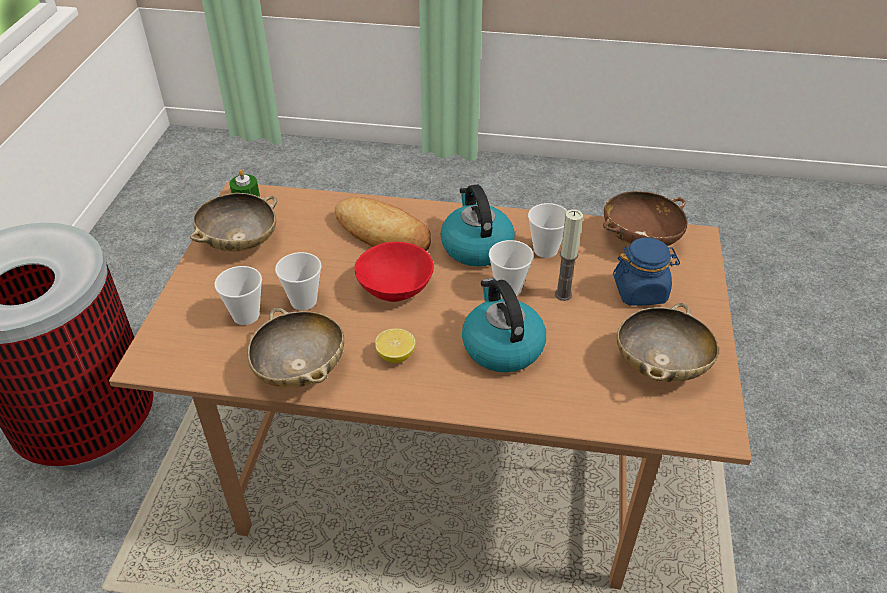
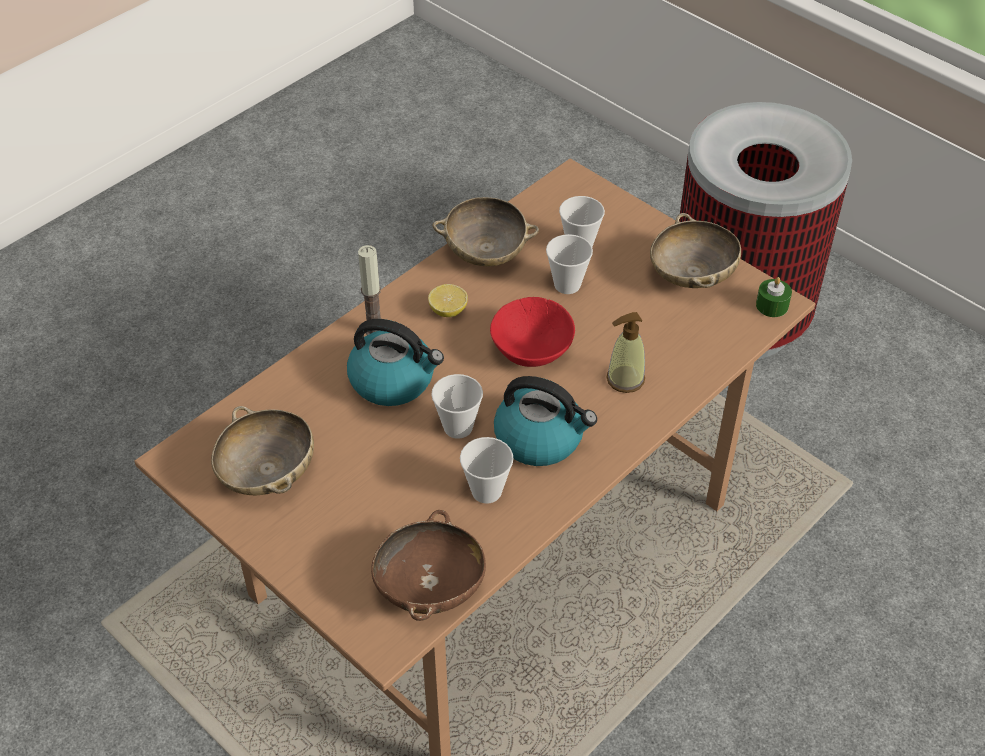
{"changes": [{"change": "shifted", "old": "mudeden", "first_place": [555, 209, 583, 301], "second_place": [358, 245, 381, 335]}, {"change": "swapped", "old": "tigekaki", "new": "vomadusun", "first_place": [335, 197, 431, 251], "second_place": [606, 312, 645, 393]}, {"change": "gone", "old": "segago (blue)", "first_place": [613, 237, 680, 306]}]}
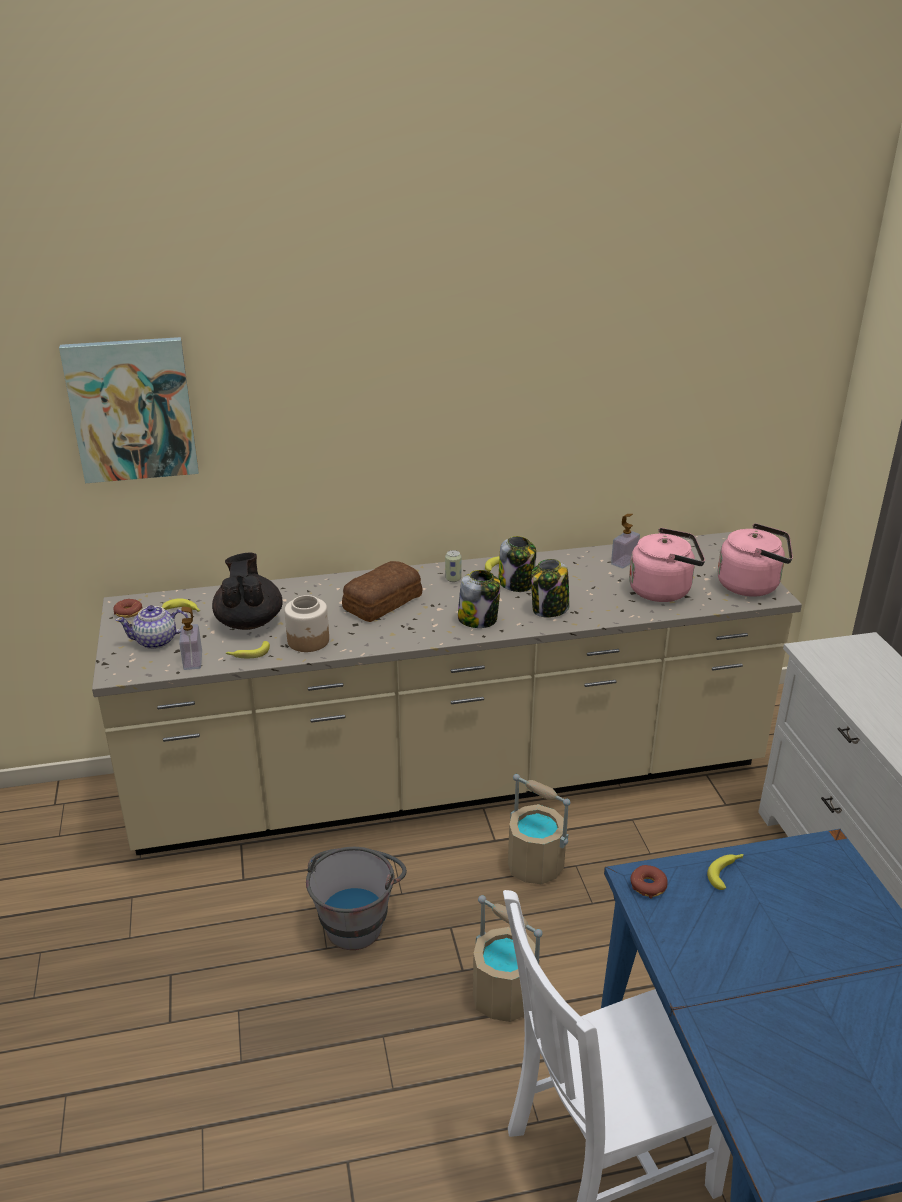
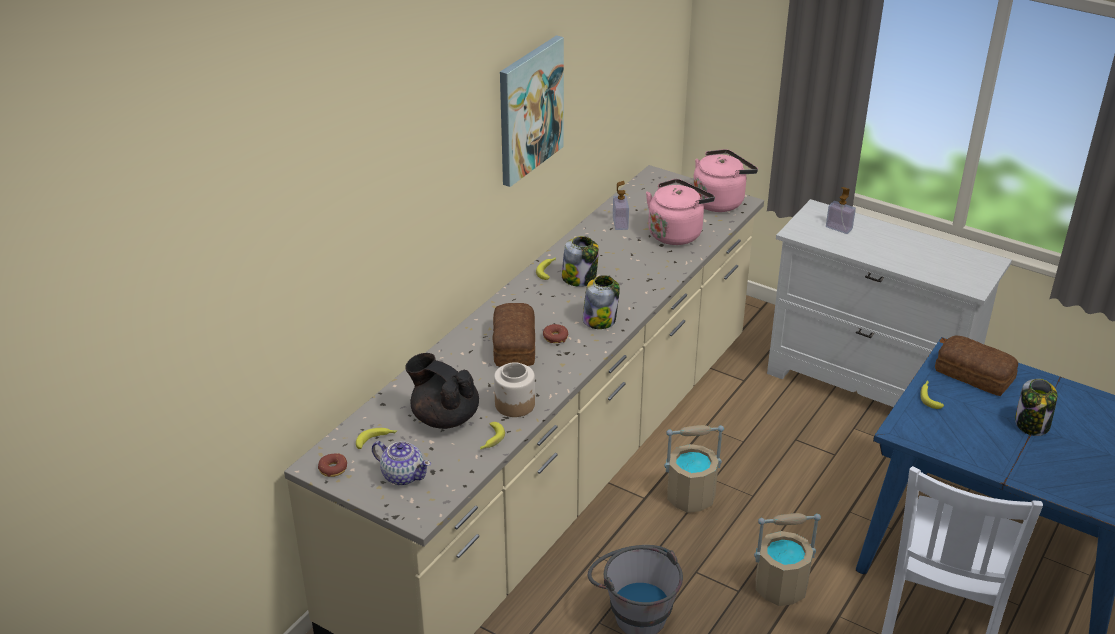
{"changes": [{"change": "rotated", "old": "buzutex", "first_place": [116, 605, 189, 649], "second_place": [372, 441, 431, 485], "degrees": -90}, {"change": "shifted", "old": "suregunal", "first_place": [59, 337, 199, 483], "second_place": [500, 35, 564, 187]}, {"change": "shifted", "old": "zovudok", "first_place": [630, 865, 668, 899], "second_place": [543, 324, 568, 343]}, {"change": "shifted", "old": "vomadusun", "first_place": [179, 606, 202, 670], "second_place": [826, 187, 856, 234]}, {"change": "new", "new": "tigekaki", "second_place": [935, 335, 1018, 396]}, {"change": "shifted", "old": "segago", "first_place": [531, 559, 569, 618], "second_place": [1015, 379, 1057, 436]}, {"change": "gone", "old": "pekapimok", "first_place": [445, 550, 462, 582]}]}
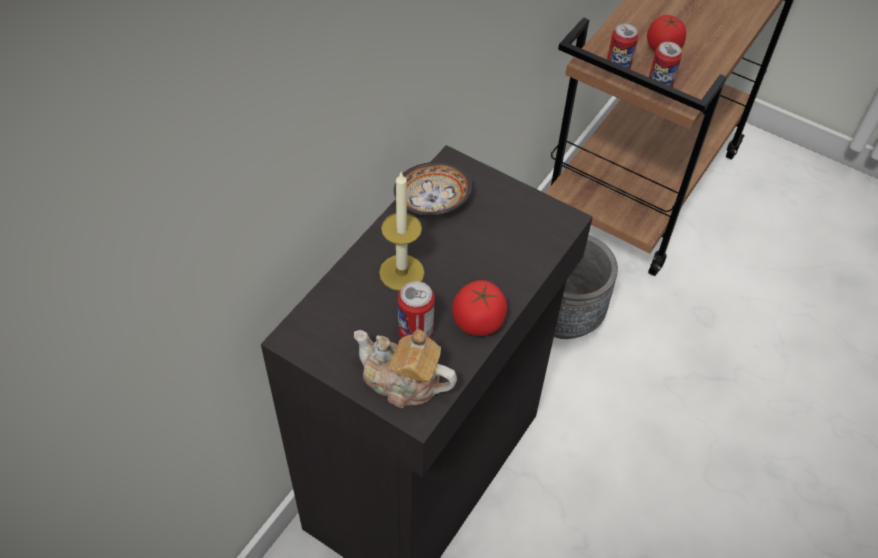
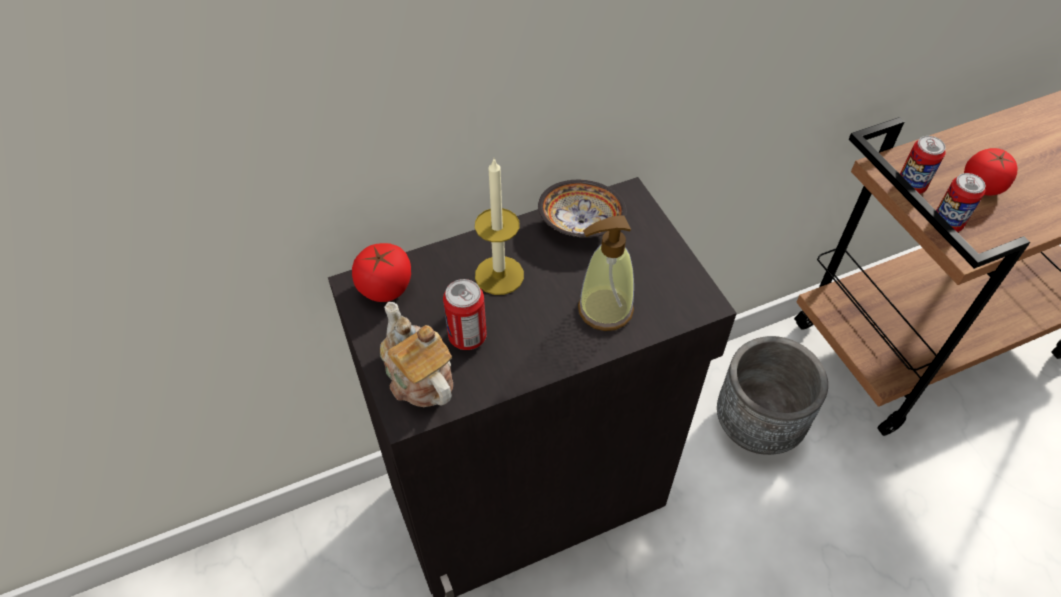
{"changes": [{"change": "shifted", "old": "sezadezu", "first_place": [452, 280, 507, 336], "second_place": [352, 243, 411, 302]}, {"change": "new", "new": "vomadusun", "second_place": [578, 215, 634, 331]}]}
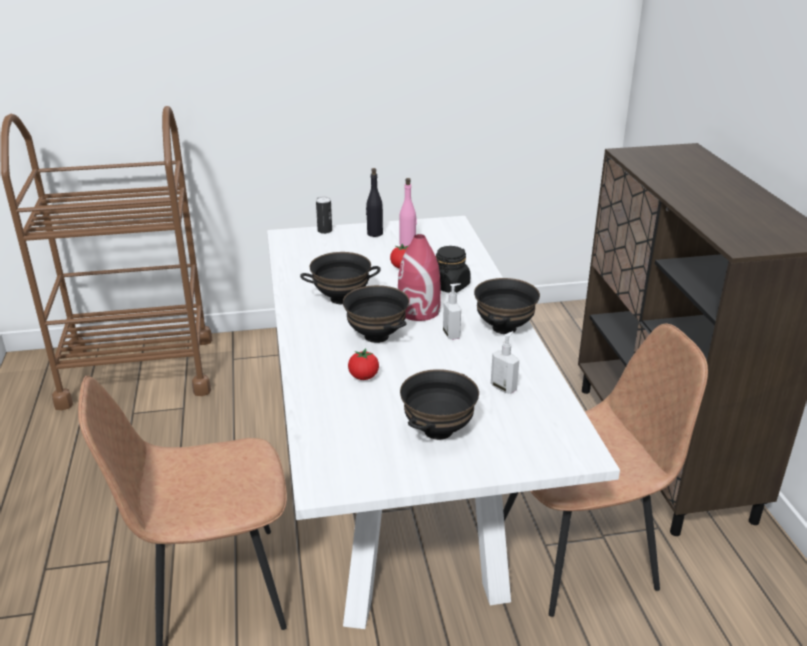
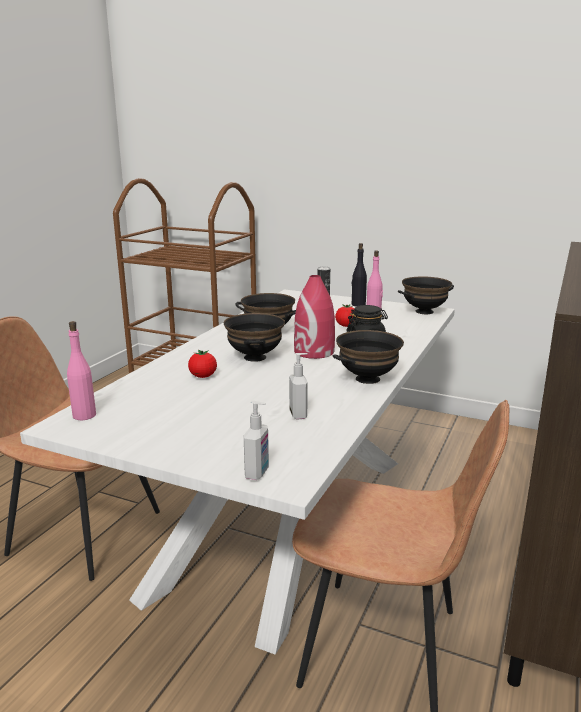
{"changes": [{"change": "new", "new": "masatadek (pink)", "second_place": [67, 321, 96, 420]}, {"change": "shifted", "old": "vomadusun", "first_place": [443, 283, 461, 340], "second_place": [244, 401, 269, 480]}, {"change": "shifted", "old": "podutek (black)", "first_place": [400, 369, 479, 440], "second_place": [398, 276, 454, 314]}]}
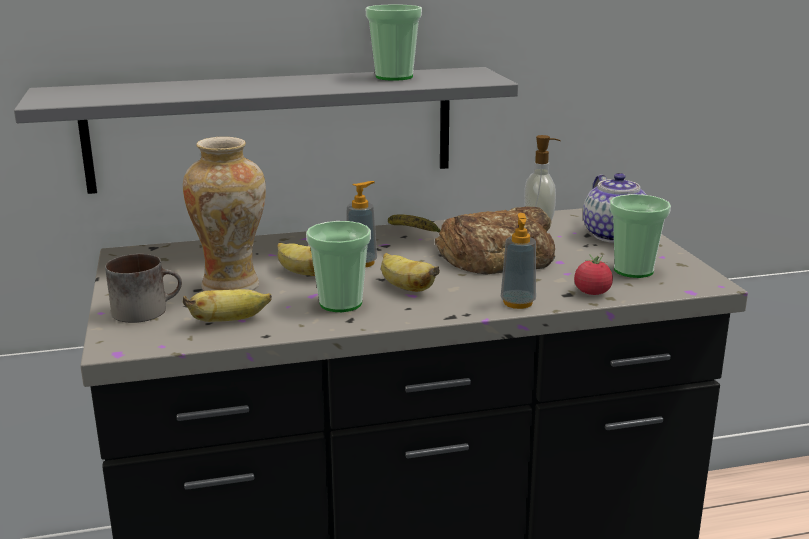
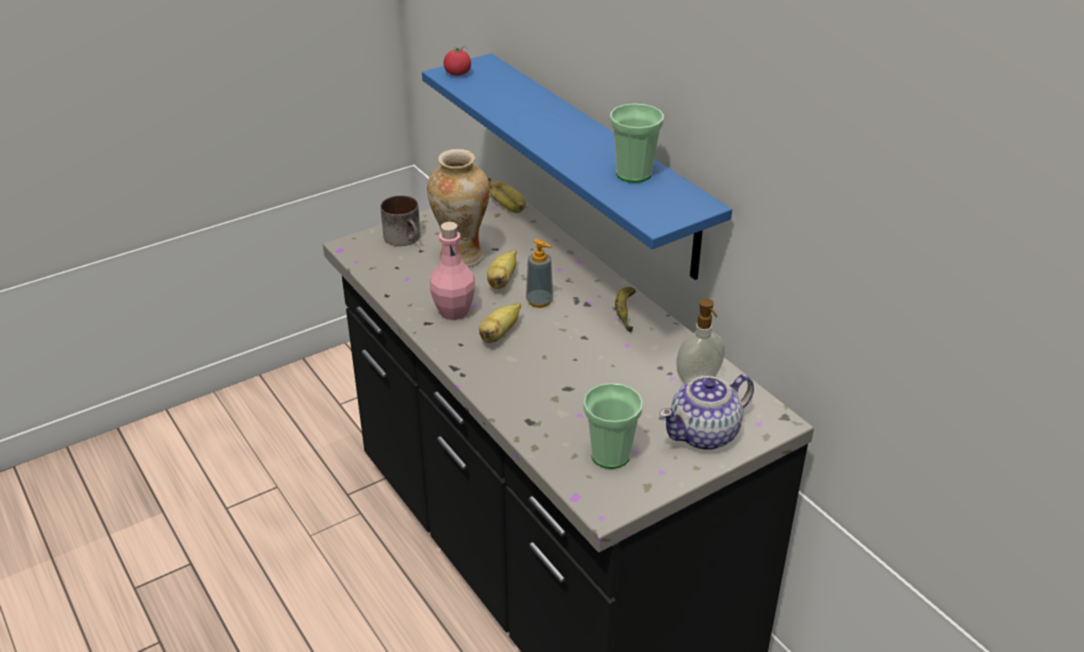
{"changes": [{"change": "repainted", "old": "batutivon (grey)", "new": "batutivon (blue)", "first_place": [14, 67, 518, 194], "second_place": [422, 53, 732, 280]}, {"change": "swapped", "old": "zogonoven", "new": "masatadek (pink)", "first_place": [306, 221, 371, 312], "second_place": [430, 222, 475, 320]}, {"change": "shifted", "old": "sezadezu", "first_place": [574, 254, 613, 295], "second_place": [443, 46, 471, 76]}, {"change": "shifted", "old": "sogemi", "first_place": [183, 289, 272, 322], "second_place": [488, 178, 526, 213]}, {"change": "gone", "old": "tigekaki", "first_place": [435, 206, 555, 274]}, {"change": "gone", "old": "vomadusun", "first_place": [501, 213, 536, 309]}]}
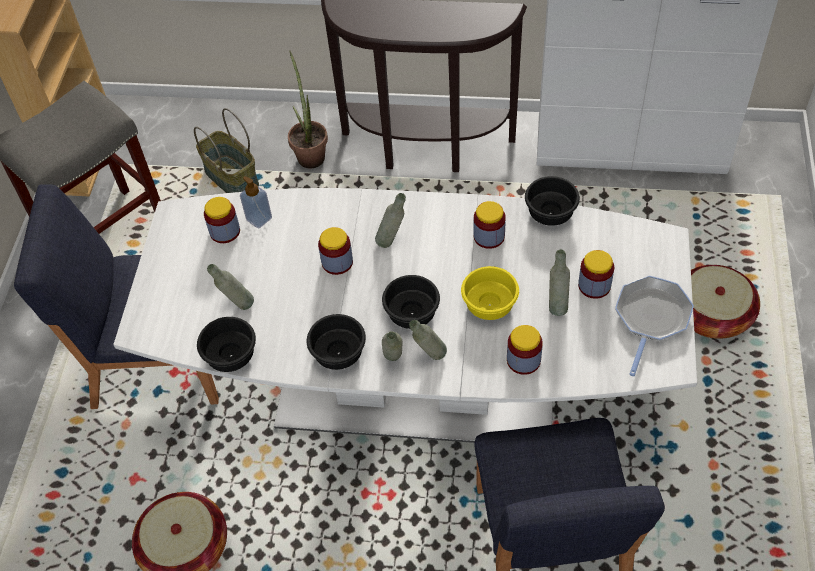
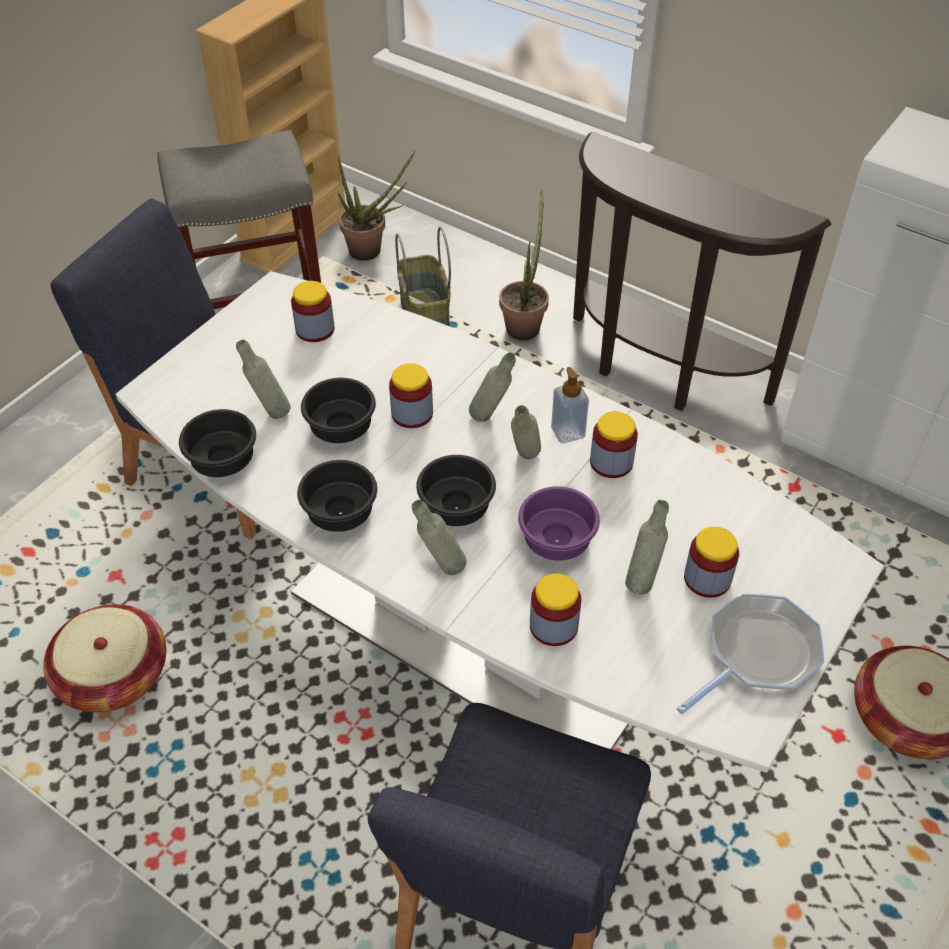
{"changes": [{"change": "shifted", "old": "podutek (black)", "first_place": [525, 176, 580, 226], "second_place": [301, 378, 376, 443]}, {"change": "new", "new": "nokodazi", "second_place": [338, 150, 416, 261]}, {"change": "shifted", "old": "masatadek (grey)", "first_place": [382, 331, 402, 361], "second_place": [511, 405, 541, 459]}, {"change": "repainted", "old": "podutek (yellow)", "new": "podutek (purple)", "first_place": [461, 266, 519, 320], "second_place": [518, 486, 600, 561]}, {"change": "shifted", "old": "vomadusun", "first_place": [240, 176, 272, 228], "second_place": [551, 367, 589, 444]}]}
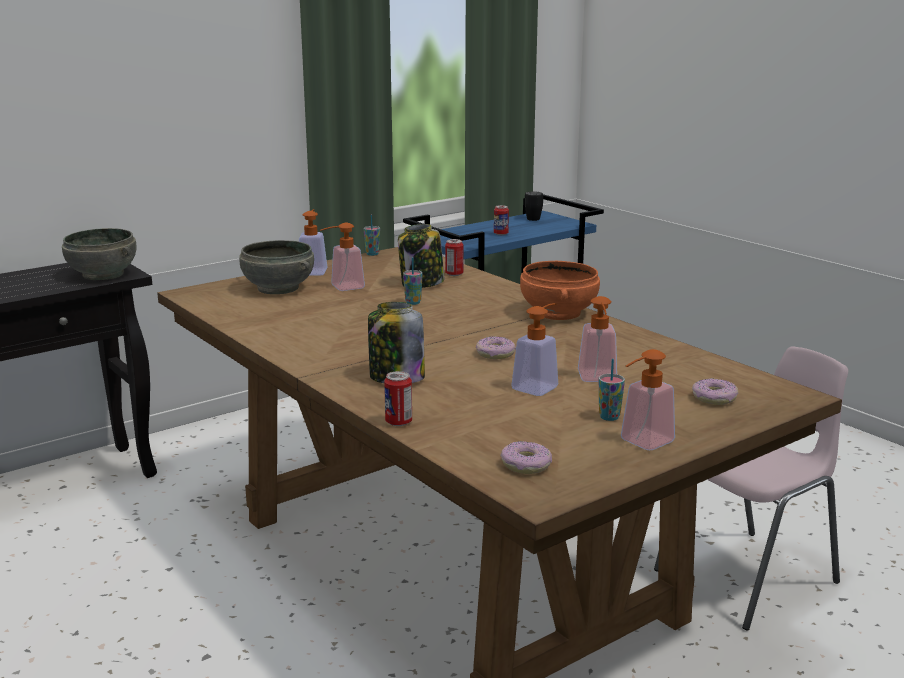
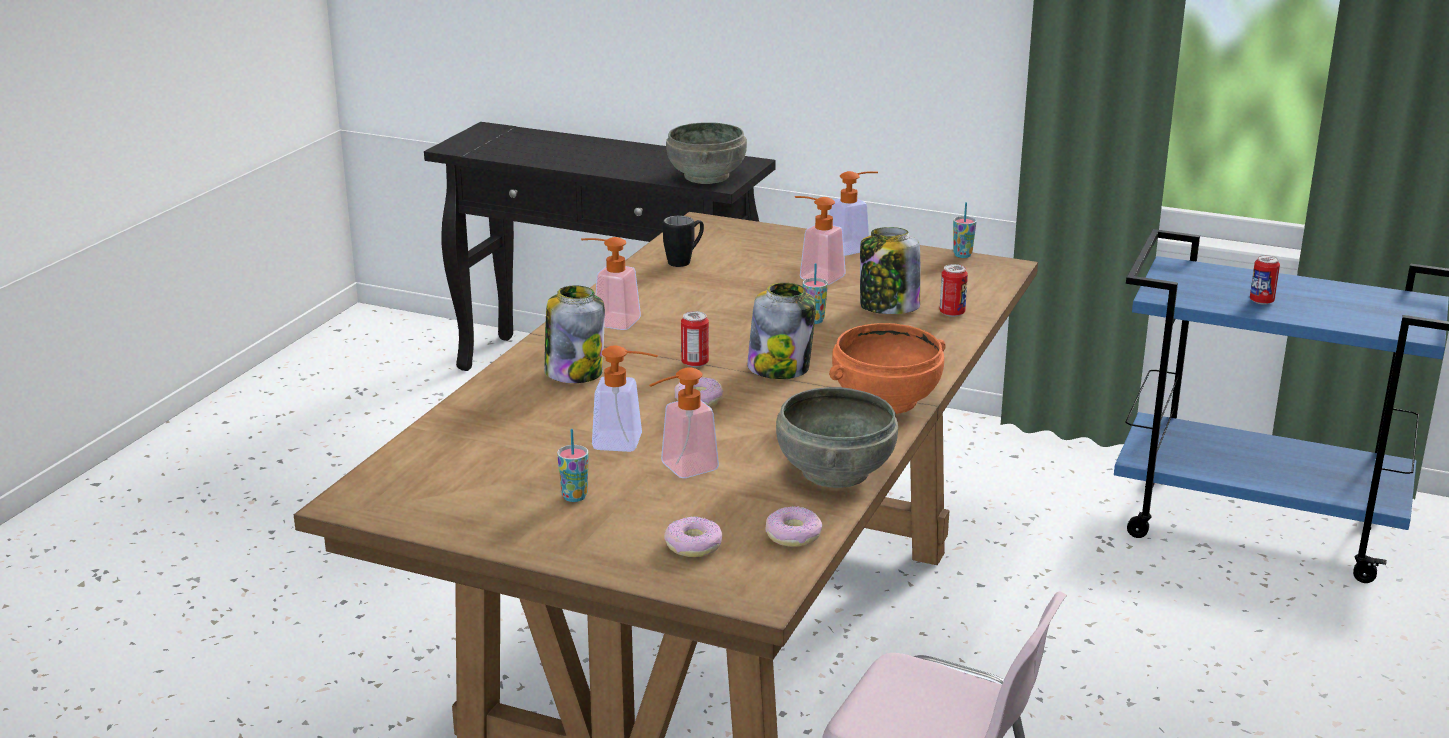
{"changes": [{"change": "shifted", "old": "vomadusun", "first_place": [621, 349, 675, 450], "second_place": [581, 237, 641, 330]}, {"change": "shifted", "old": "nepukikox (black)", "first_place": [525, 191, 543, 221], "second_place": [663, 216, 704, 267]}, {"change": "shifted", "old": "pekapimok", "first_place": [384, 371, 412, 426], "second_place": [681, 311, 709, 367]}, {"change": "new", "new": "segago", "second_place": [747, 283, 816, 379]}, {"change": "shifted", "old": "zovudok", "first_place": [501, 441, 552, 474], "second_place": [765, 506, 822, 547]}, {"change": "shifted", "old": "podutek (grey)", "first_place": [239, 240, 314, 294], "second_place": [776, 387, 898, 488]}]}
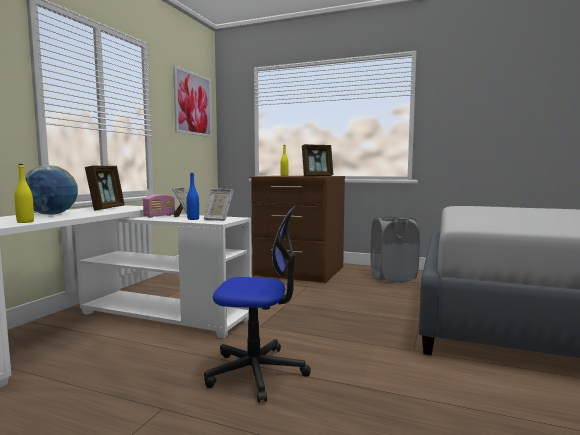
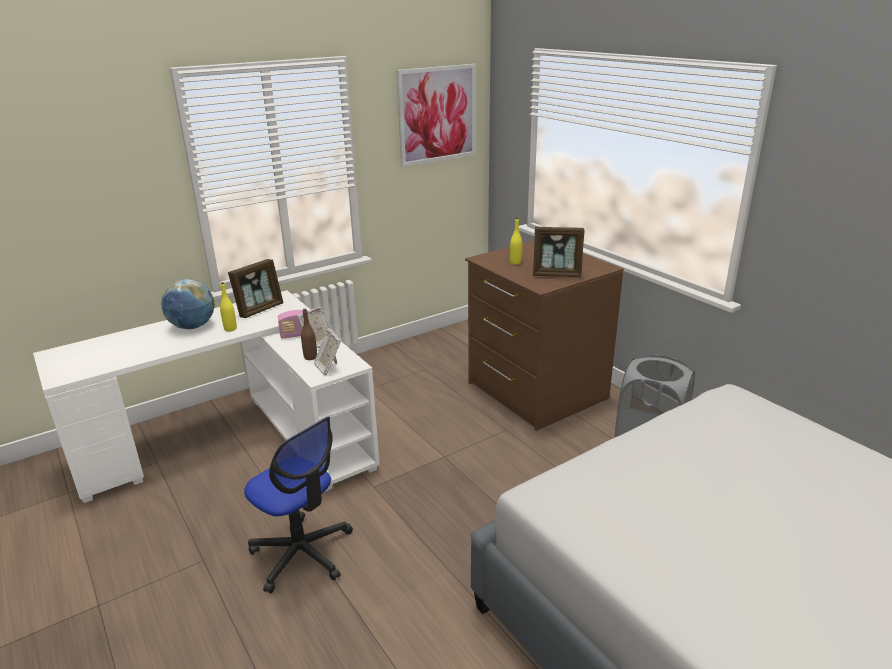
{"changes": [{"change": "shifted", "old": "masatadek (yellow)", "first_place": [14, 164, 34, 223], "second_place": [220, 282, 237, 332]}, {"change": "repainted", "old": "masatadek (blue)", "new": "masatadek (brown)", "first_place": [187, 173, 199, 220], "second_place": [301, 309, 317, 360]}]}
